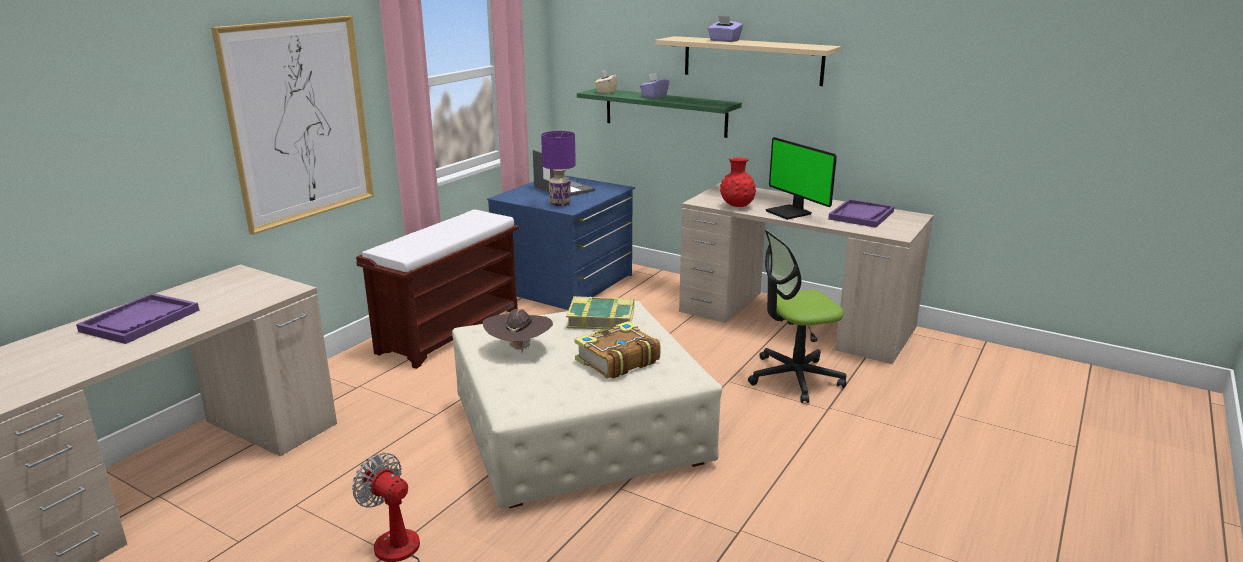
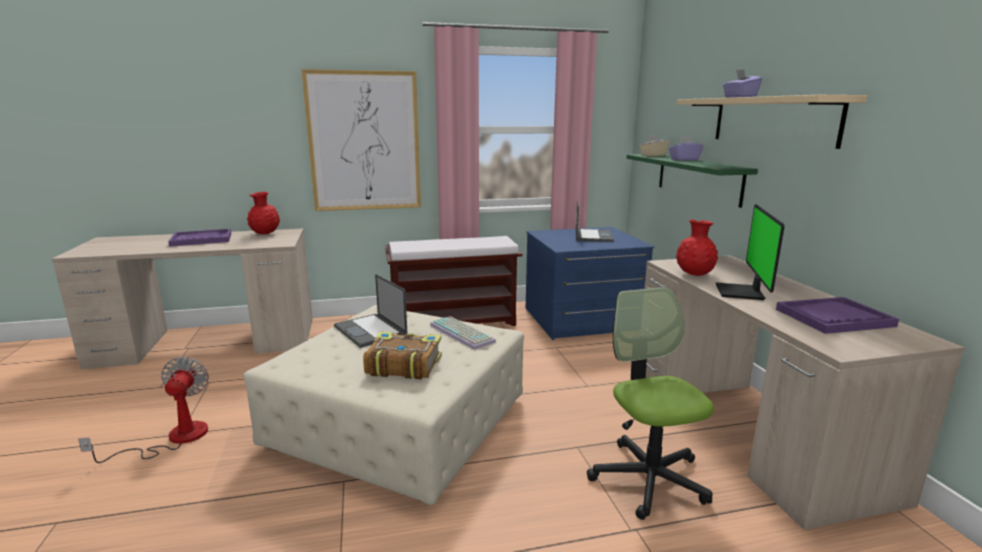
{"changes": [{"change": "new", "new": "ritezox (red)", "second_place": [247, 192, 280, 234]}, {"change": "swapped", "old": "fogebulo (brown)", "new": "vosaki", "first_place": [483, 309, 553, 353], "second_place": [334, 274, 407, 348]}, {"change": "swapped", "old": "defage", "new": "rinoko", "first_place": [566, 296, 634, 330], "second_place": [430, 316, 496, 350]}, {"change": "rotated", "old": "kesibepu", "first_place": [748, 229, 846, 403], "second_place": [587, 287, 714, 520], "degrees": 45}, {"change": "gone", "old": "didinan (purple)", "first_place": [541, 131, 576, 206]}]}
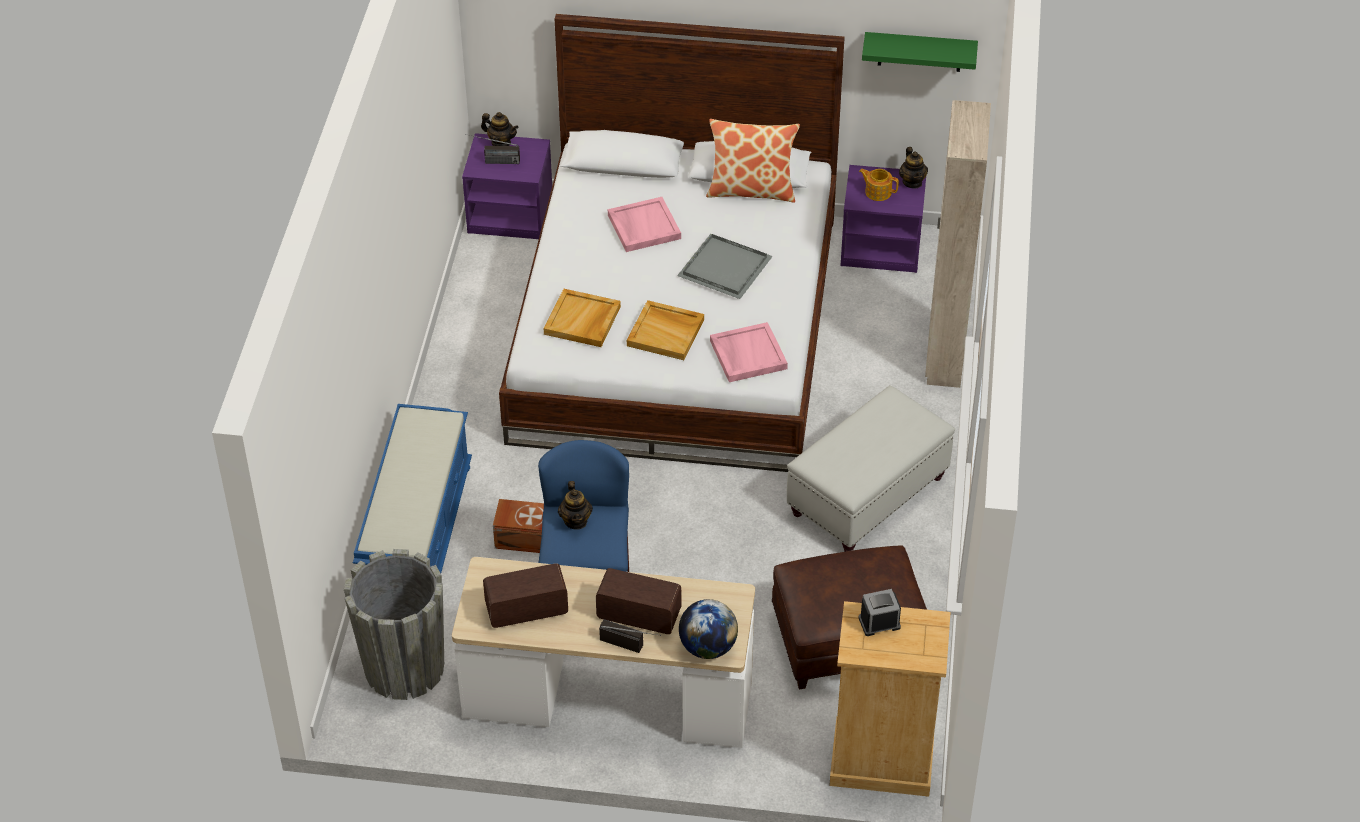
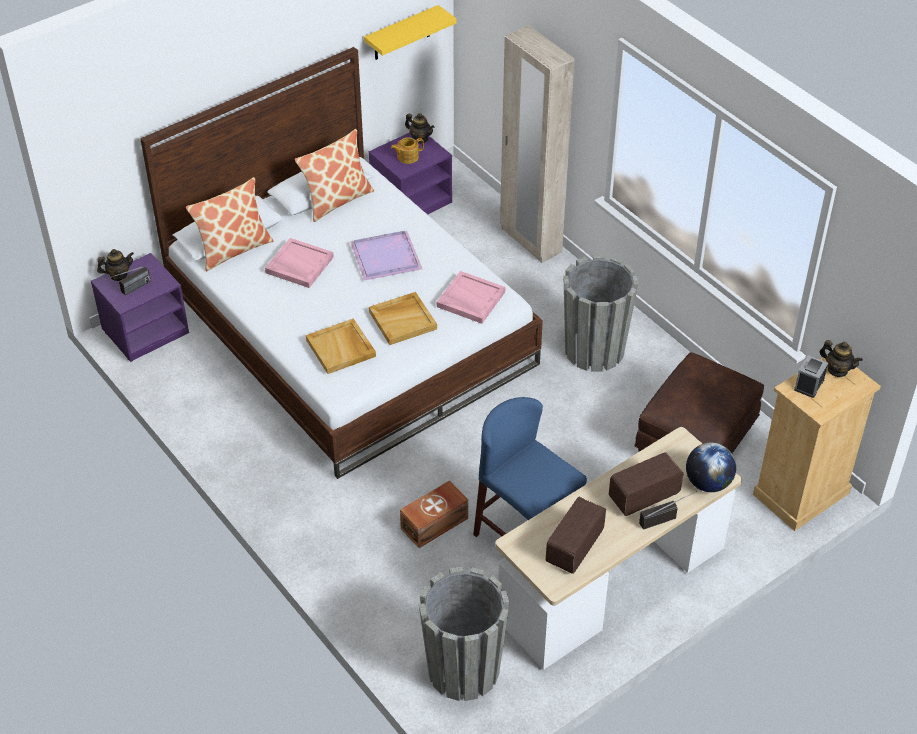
{"changes": [{"change": "new", "new": "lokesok", "second_place": [186, 177, 273, 272]}, {"change": "repainted", "old": "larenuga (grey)", "new": "larenuga (purple)", "first_place": [677, 234, 773, 299], "second_place": [350, 231, 422, 281]}, {"change": "repainted", "old": "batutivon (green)", "new": "batutivon (yellow)", "first_place": [862, 32, 978, 72], "second_place": [364, 5, 457, 60]}, {"change": "swapped", "old": "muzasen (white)", "new": "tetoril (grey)", "first_place": [787, 385, 955, 552], "second_place": [563, 255, 638, 372]}, {"change": "shifted", "old": "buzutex", "first_place": [558, 481, 593, 530], "second_place": [820, 340, 863, 377]}, {"change": "gone", "old": "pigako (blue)", "first_place": [353, 404, 472, 573]}]}
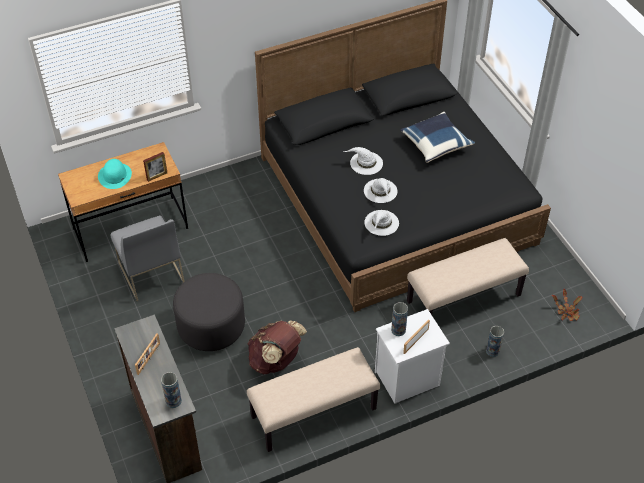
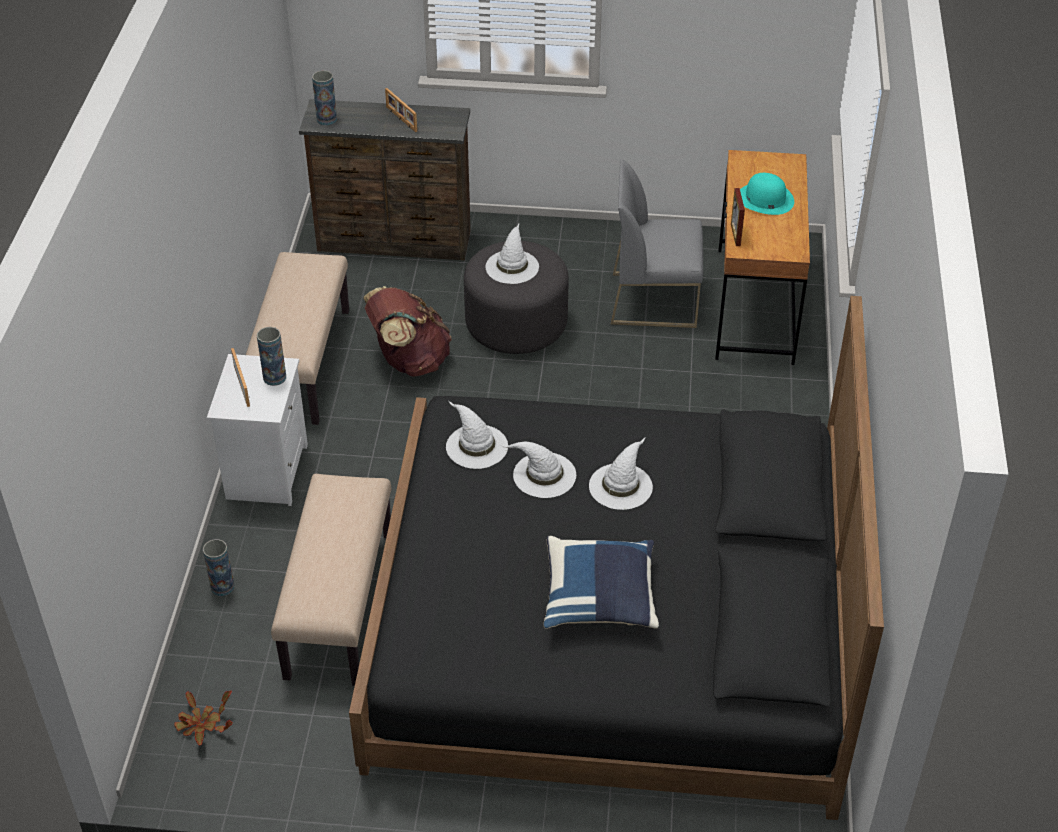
{"changes": [{"change": "new", "new": "fogebulo (white)", "second_place": [485, 223, 539, 284]}]}
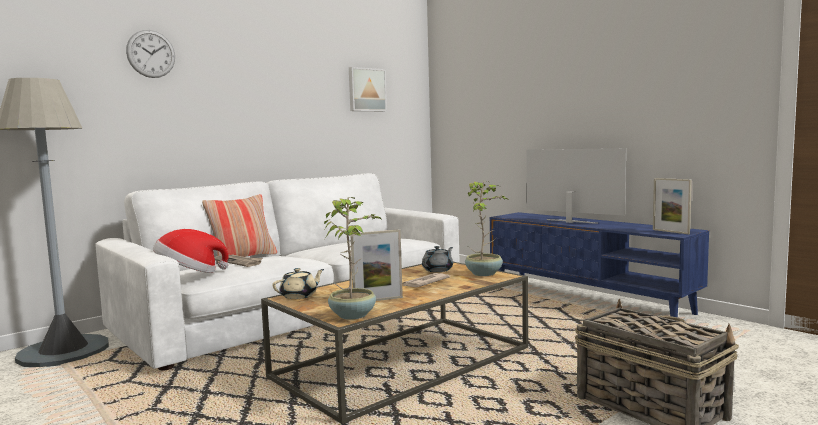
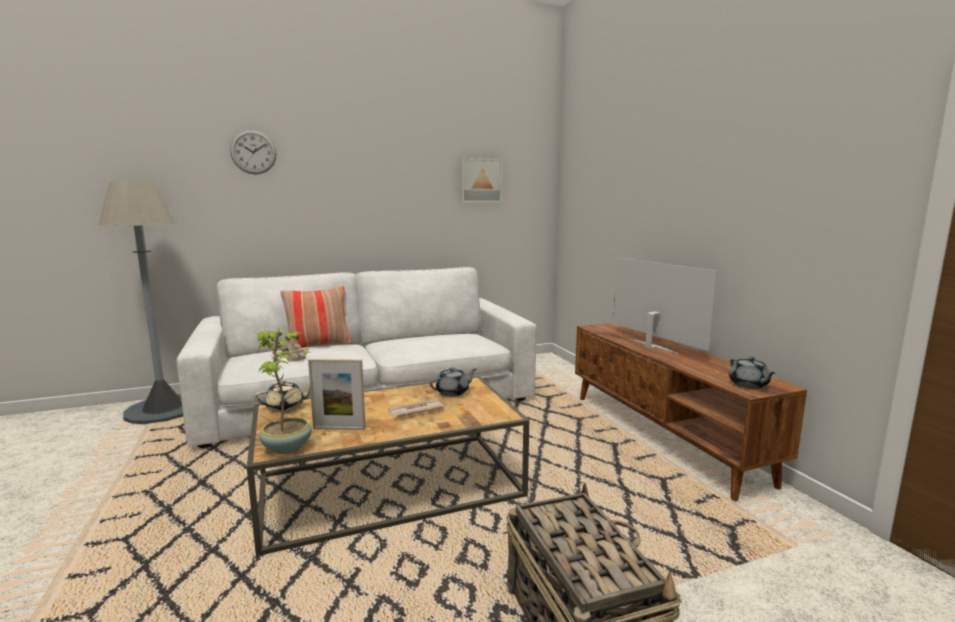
{"changes": [{"change": "repainted", "old": "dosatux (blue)", "new": "dosatux (brown)", "first_place": [490, 212, 709, 317], "second_place": [575, 323, 807, 501]}, {"change": "swapped", "old": "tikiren", "new": "buzutex (grey)", "first_place": [653, 178, 692, 234], "second_place": [729, 357, 775, 389]}, {"change": "gone", "old": "fogebulo", "first_place": [153, 229, 229, 273]}, {"change": "gone", "old": "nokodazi", "first_place": [465, 181, 510, 276]}]}
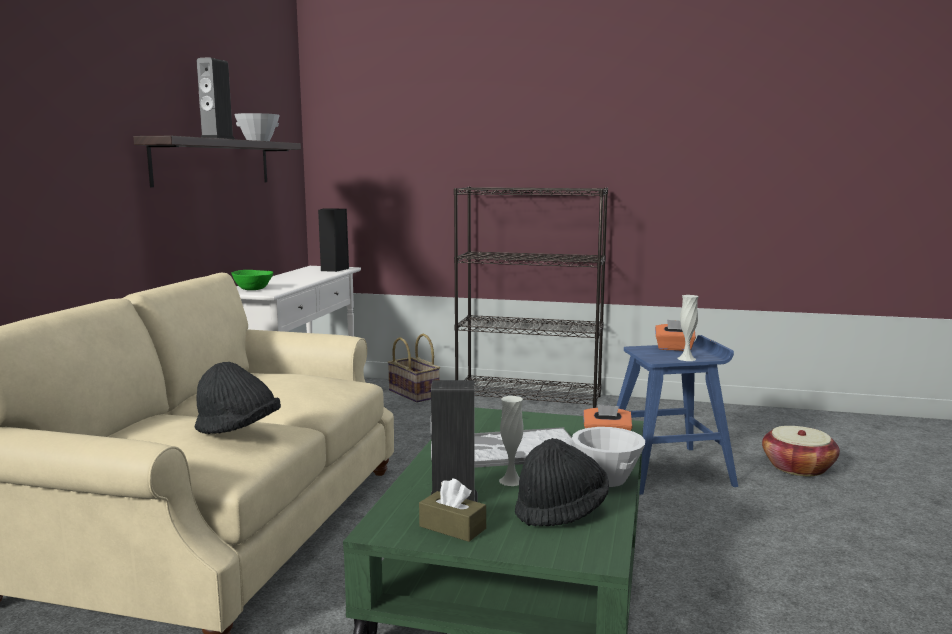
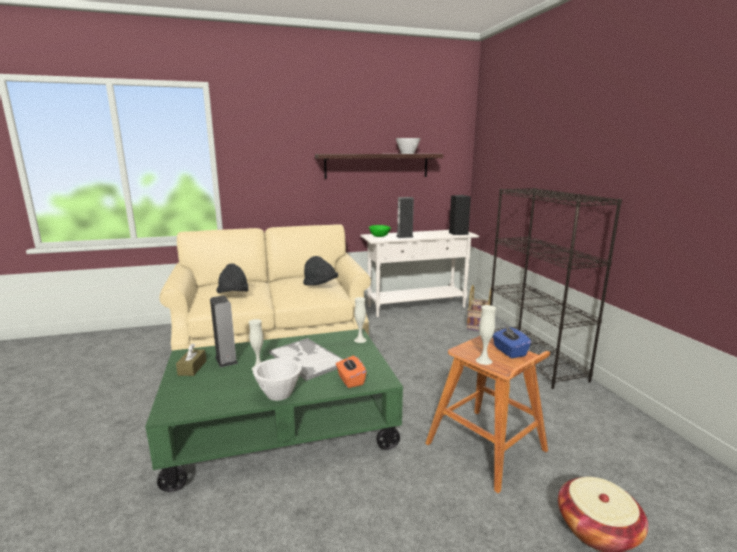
{"changes": [{"change": "shifted", "old": "fogebulo (black)", "first_place": [515, 438, 609, 526], "second_place": [303, 256, 338, 286]}, {"change": "new", "new": "ritezox (white)", "second_place": [354, 297, 366, 343]}, {"change": "shifted", "old": "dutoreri", "first_place": [197, 57, 235, 139], "second_place": [396, 197, 414, 238]}, {"change": "repainted", "old": "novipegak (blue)", "new": "novipegak (brown)", "first_place": [617, 335, 738, 495], "second_place": [425, 336, 550, 493]}, {"change": "repainted", "old": "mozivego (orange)", "new": "mozivego (blue)", "first_place": [655, 320, 696, 351], "second_place": [493, 325, 531, 358]}]}
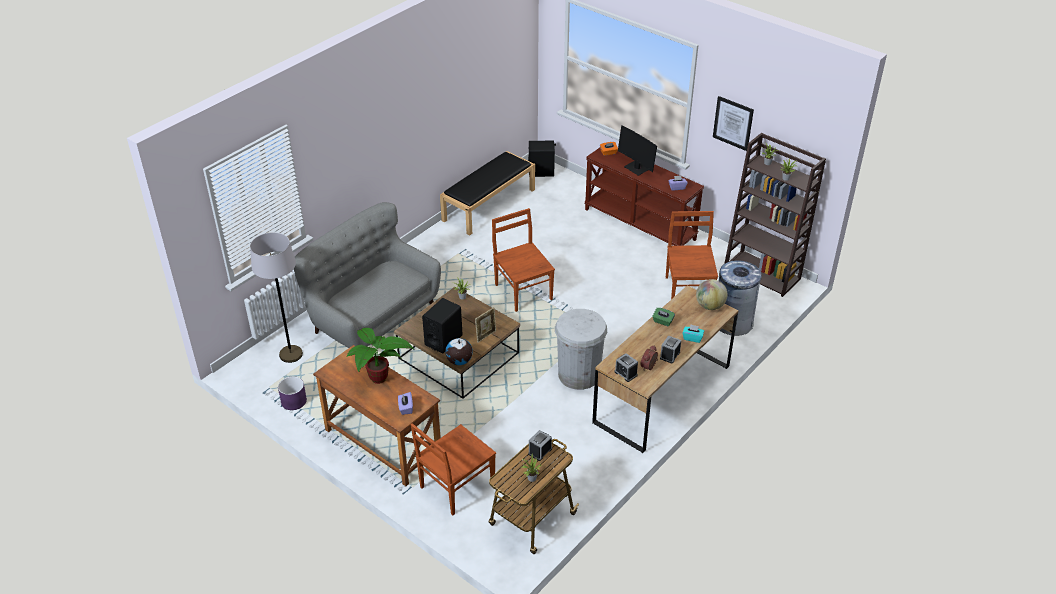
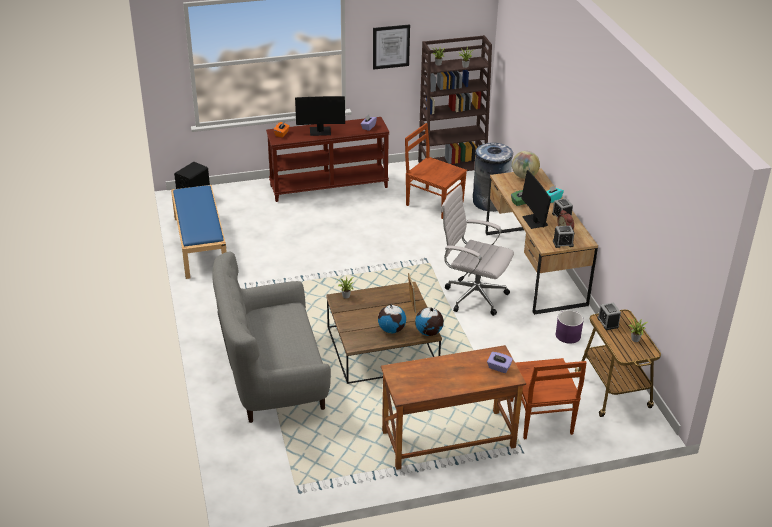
{"changes": [{"change": "repainted", "old": "pigako (black)", "new": "pigako (blue)", "first_place": [440, 151, 535, 236], "second_place": [171, 185, 227, 279]}, {"change": "swapped", "old": "dutoreri (black)", "new": "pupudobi", "first_place": [422, 298, 463, 354], "second_place": [378, 304, 406, 333]}, {"change": "swapped", "old": "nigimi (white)", "new": "kesibepu (white)", "first_place": [555, 309, 607, 390], "second_place": [441, 185, 514, 316]}, {"change": "new", "new": "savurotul", "second_place": [521, 170, 551, 229]}, {"change": "shifted", "old": "tetoril (purple)", "first_place": [278, 376, 307, 410], "second_place": [556, 310, 584, 344]}, {"change": "gone", "old": "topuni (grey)", "first_place": [250, 232, 303, 363]}, {"change": "gone", "old": "nokodazi", "first_place": [346, 328, 414, 384]}, {"change": "gone", "old": "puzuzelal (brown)", "first_place": [492, 208, 555, 312]}]}
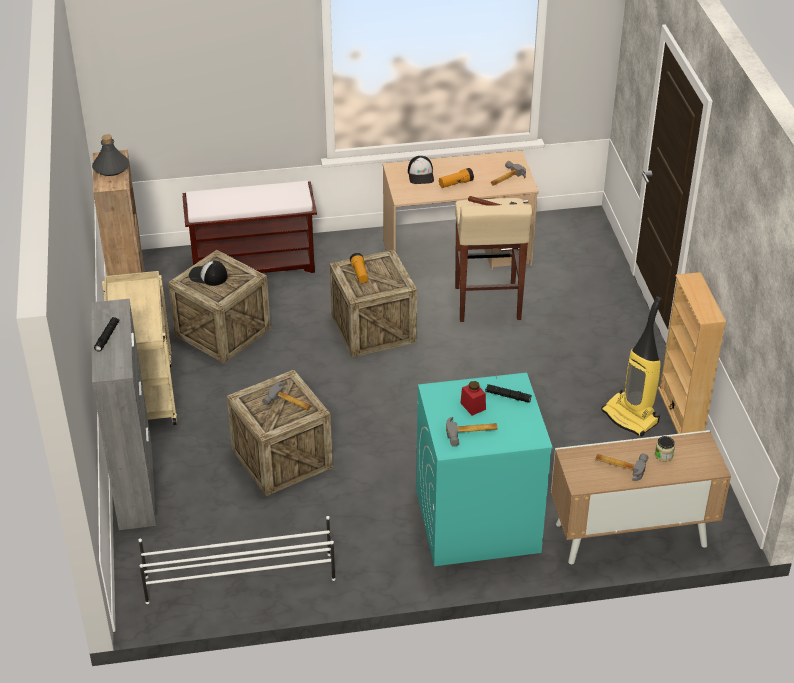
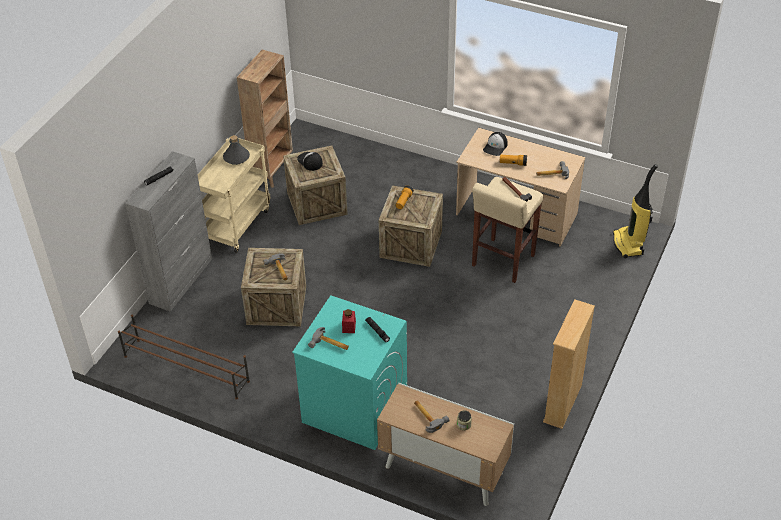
{"changes": [{"change": "repainted", "old": "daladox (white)", "new": "daladox (brown)", "first_place": [139, 516, 336, 604], "second_place": [118, 315, 250, 400]}, {"change": "shifted", "old": "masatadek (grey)", "first_place": [92, 134, 129, 176], "second_place": [223, 135, 250, 165]}, {"change": "shifted", "old": "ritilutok", "first_place": [601, 296, 662, 437], "second_place": [613, 164, 658, 258]}, {"change": "gone", "old": "pigako (brown)", "first_place": [183, 180, 317, 273]}]}
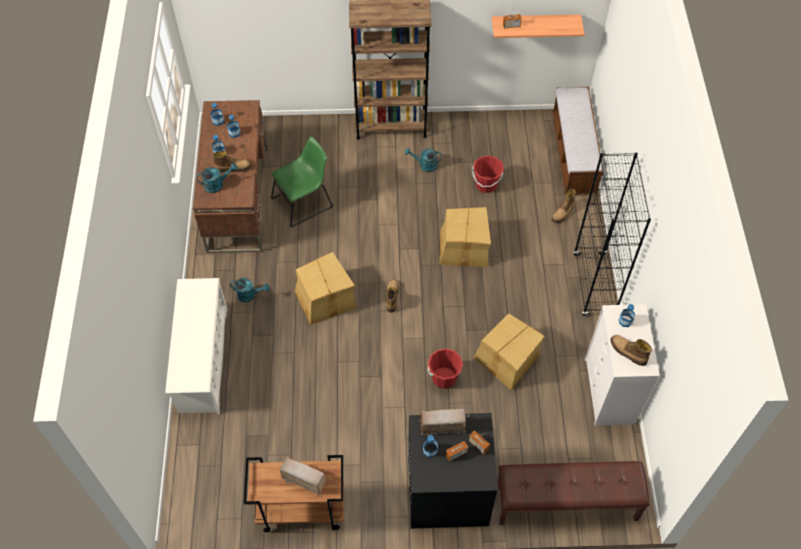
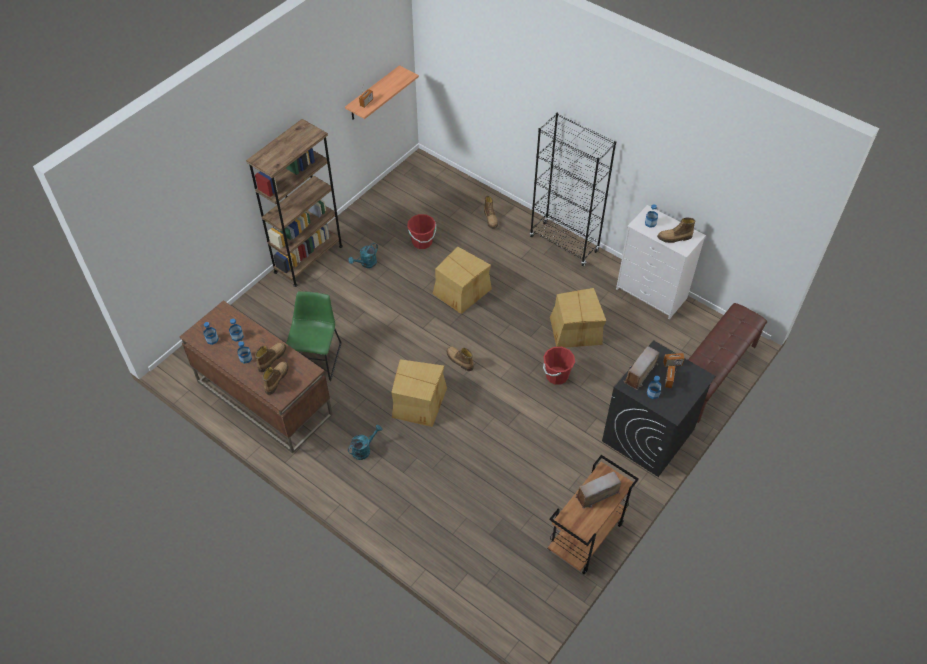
{"changes": [{"change": "swapped", "old": "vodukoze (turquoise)", "new": "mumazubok", "first_place": [196, 163, 237, 193], "second_place": [263, 361, 289, 395]}, {"change": "gone", "old": "daladox (white)", "first_place": [165, 278, 227, 414]}, {"change": "gone", "old": "pigako", "first_place": [552, 87, 603, 195]}]}
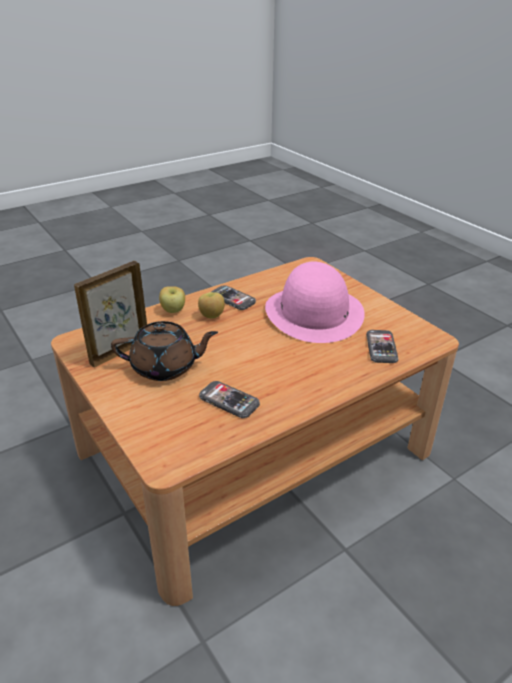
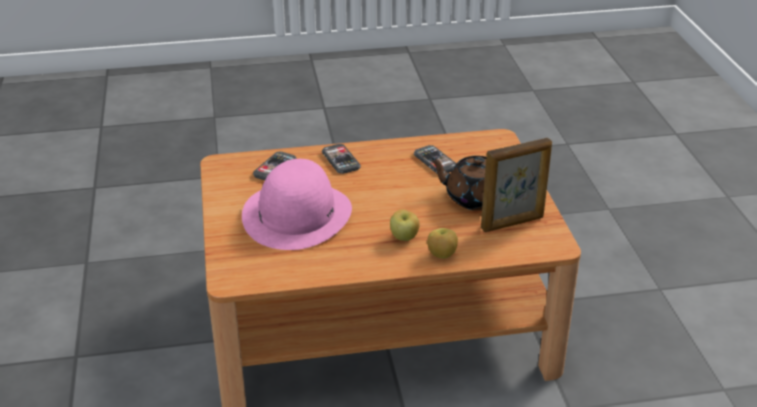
{"changes": [{"change": "shifted", "old": "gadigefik", "first_place": [211, 285, 256, 310], "second_place": [322, 144, 361, 174]}]}
